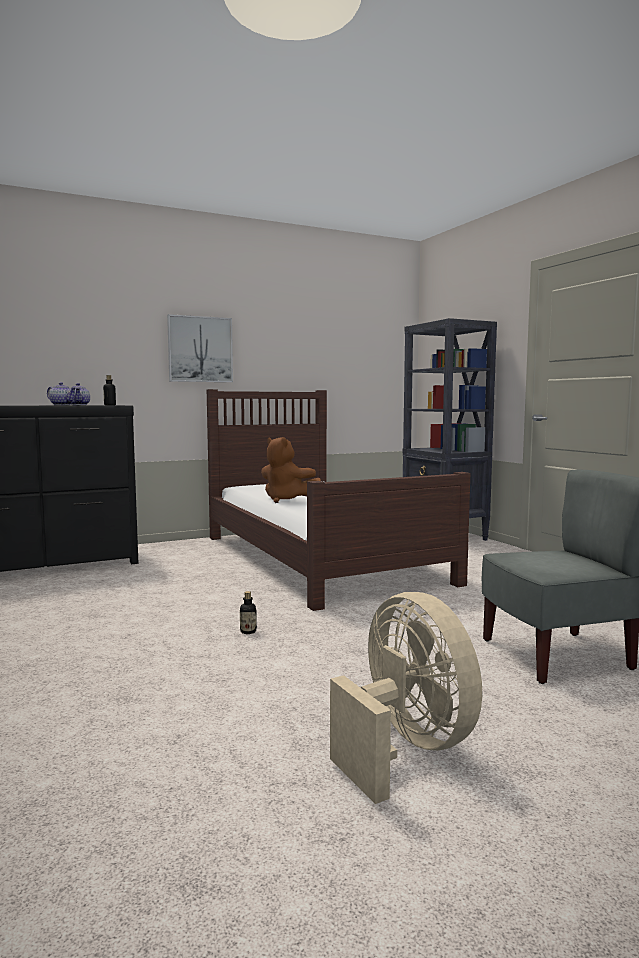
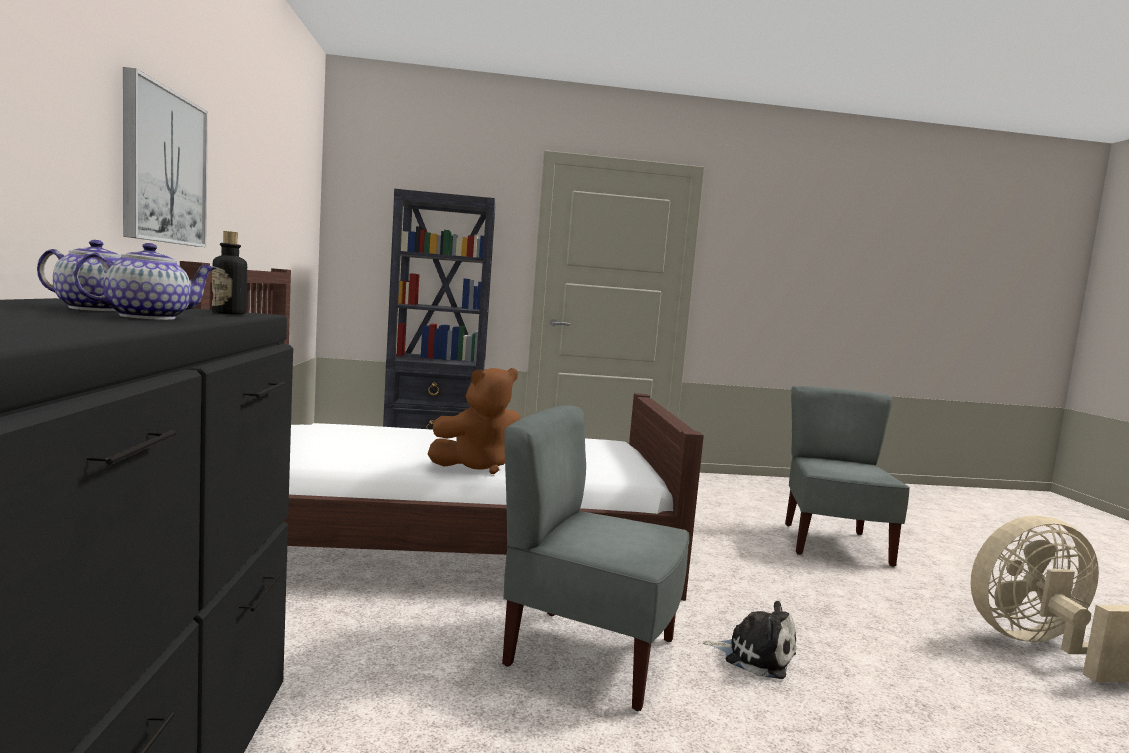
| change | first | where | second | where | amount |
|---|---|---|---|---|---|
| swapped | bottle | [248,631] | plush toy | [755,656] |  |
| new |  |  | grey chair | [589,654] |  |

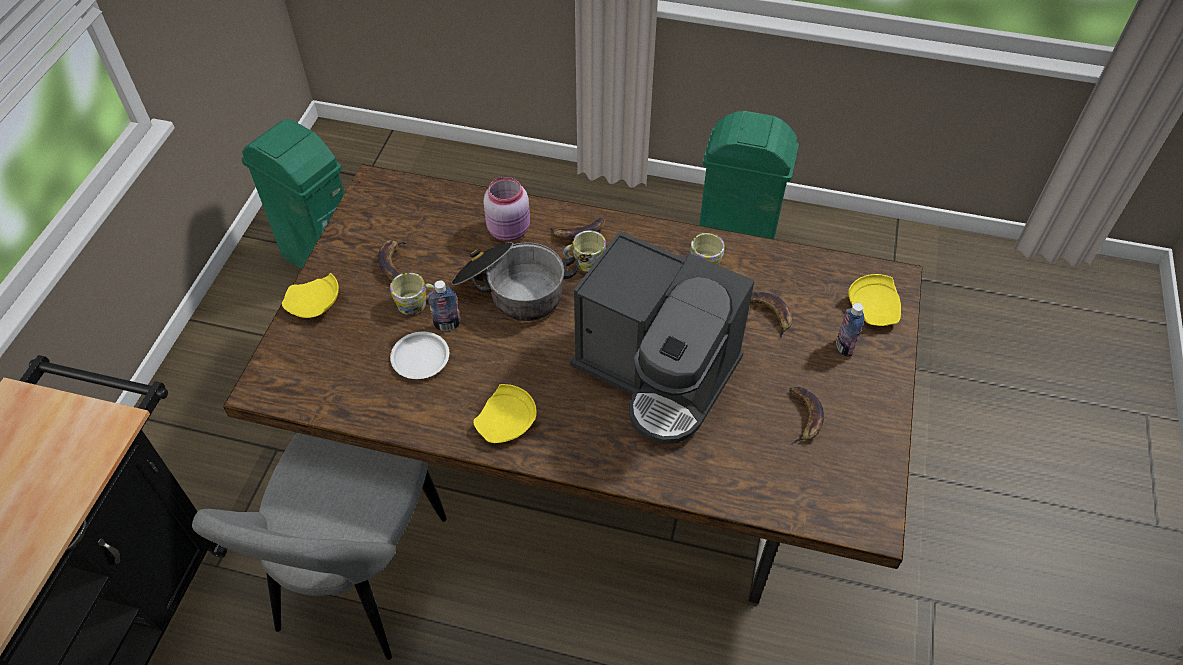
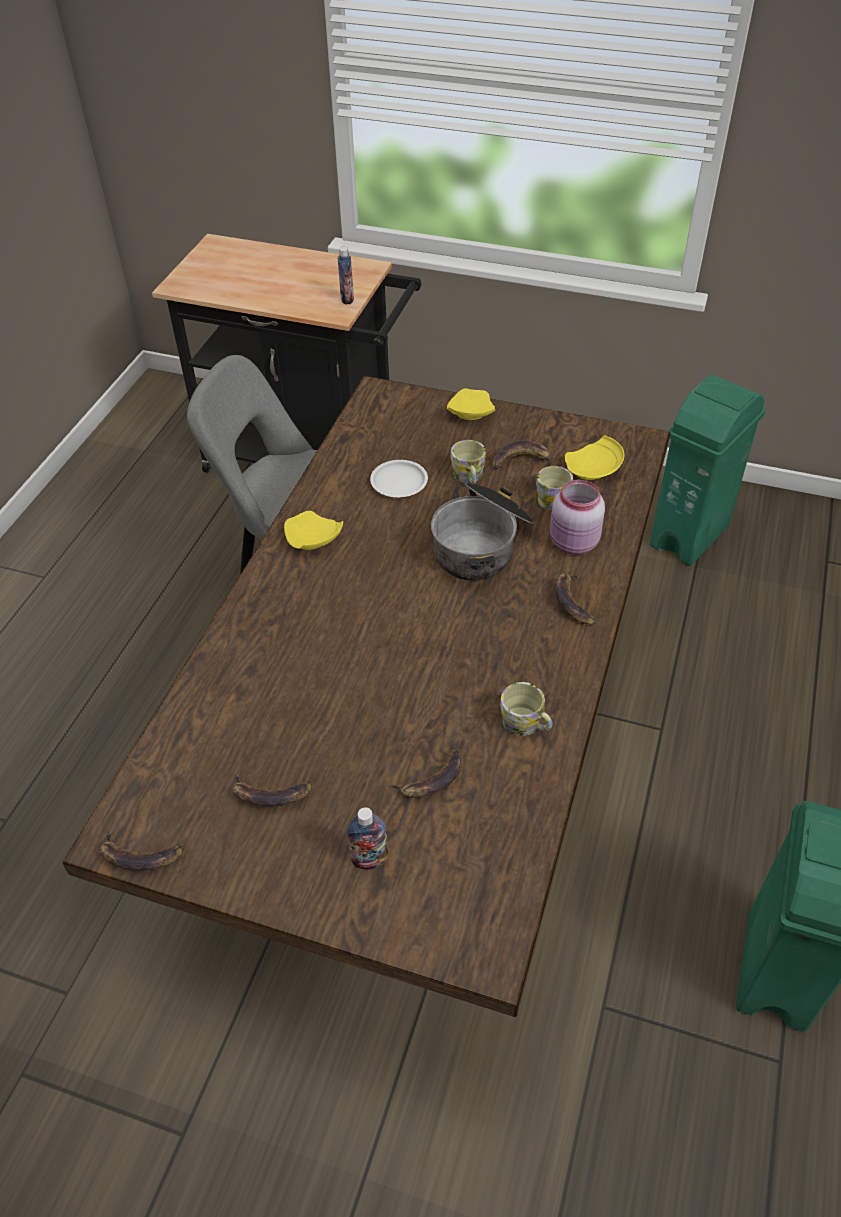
| change | first | where | second | where | amount |
|---|---|---|---|---|---|
| shifted | mug | [584,262] |  | [552,497] |  |
| gone | coffee machine | [657,373] |  |  |  |
| shifted | yellow plate | [874,309] |  | [594,469] |  |
| shifted | bottle | [447,325] |  | [347,299] |  |
| new |  |  | banana | [139,856] |  |

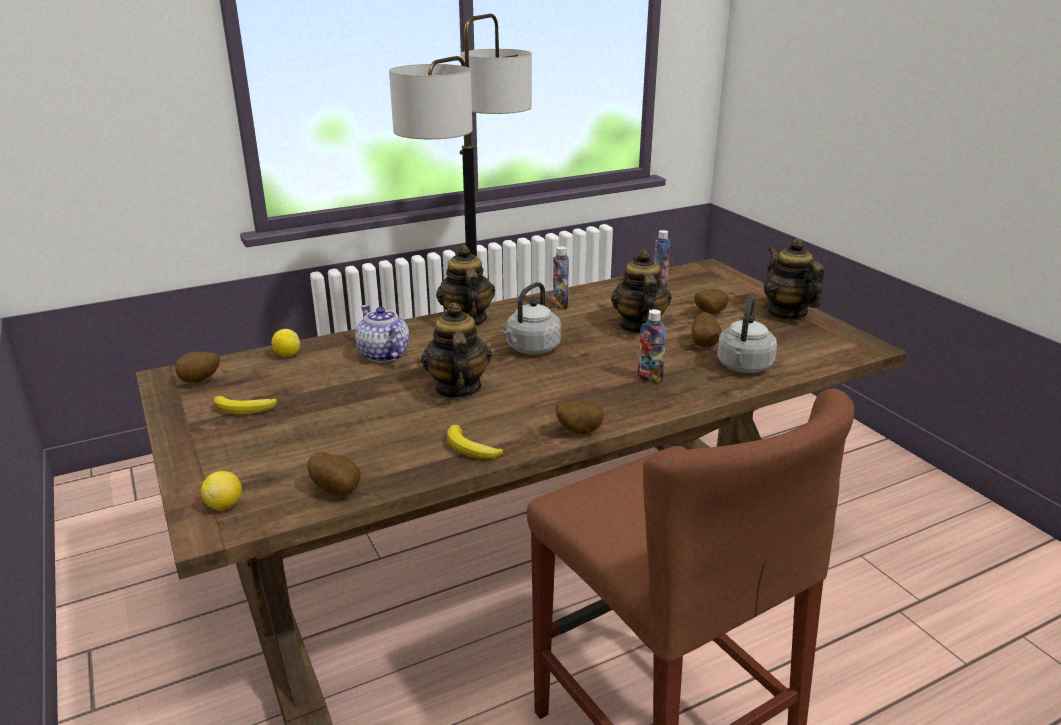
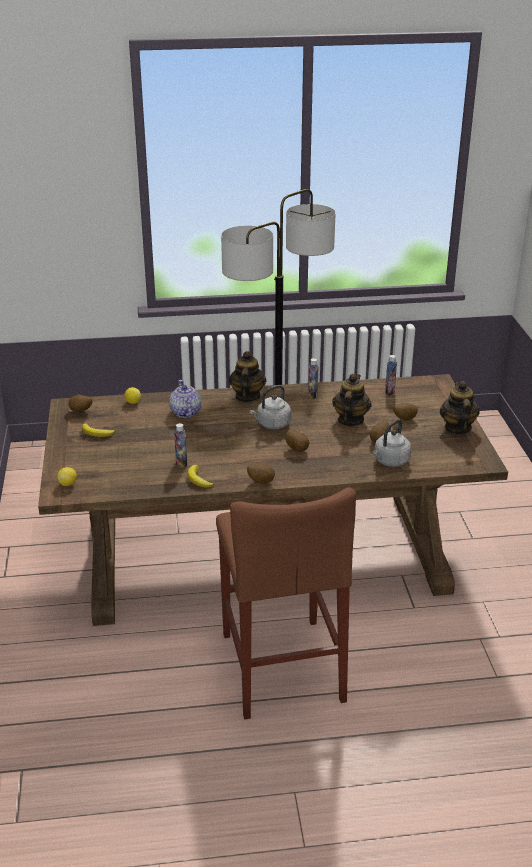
| change | first | where | second | where | amount |
|---|---|---|---|---|---|
| gone | teapot | [457,388] |  |  |  |
| shifted | bottle | [649,378] |  | [181,463] |  |
| shifted | potato | [338,490] |  | [297,449] |  |

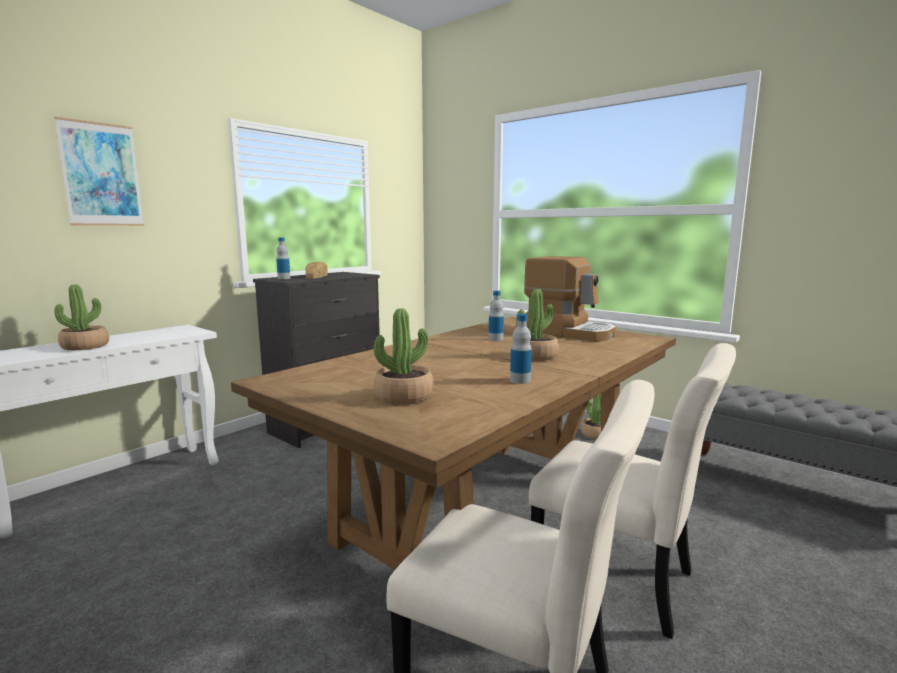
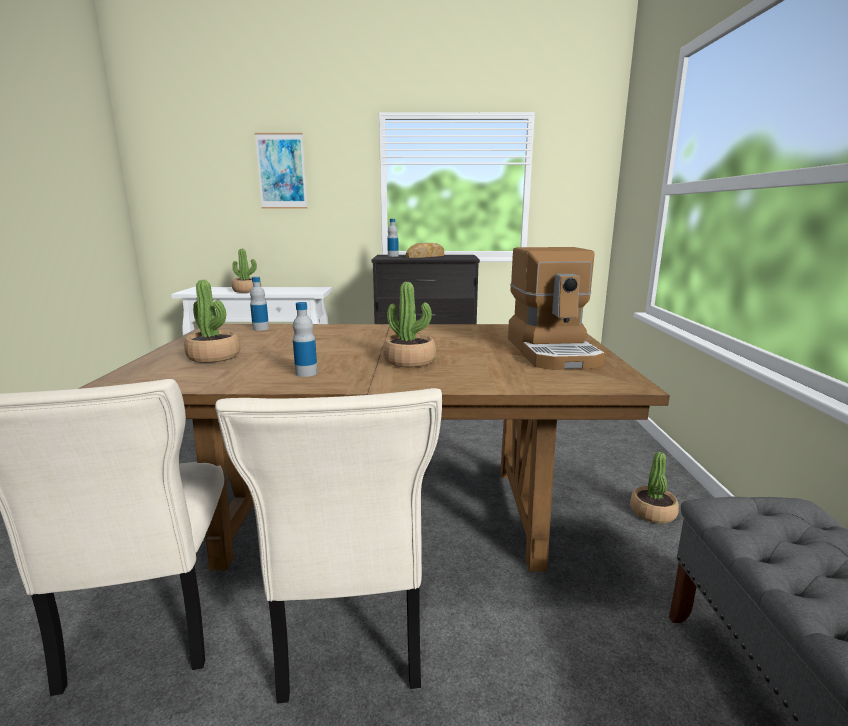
| change | first | where | second | where | amount |
|---|---|---|---|---|---|
| shifted | bottle | [495,339] |  | [261,328] |  |

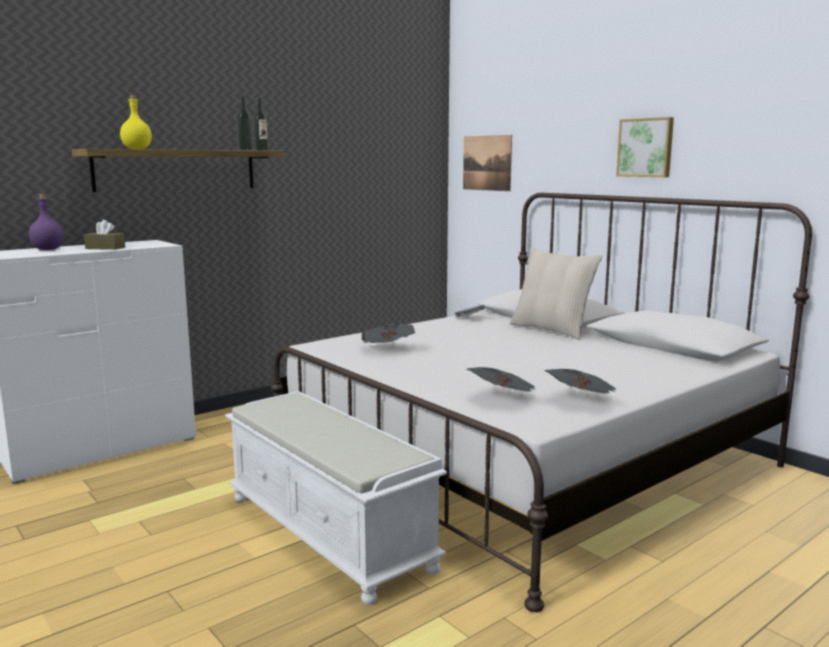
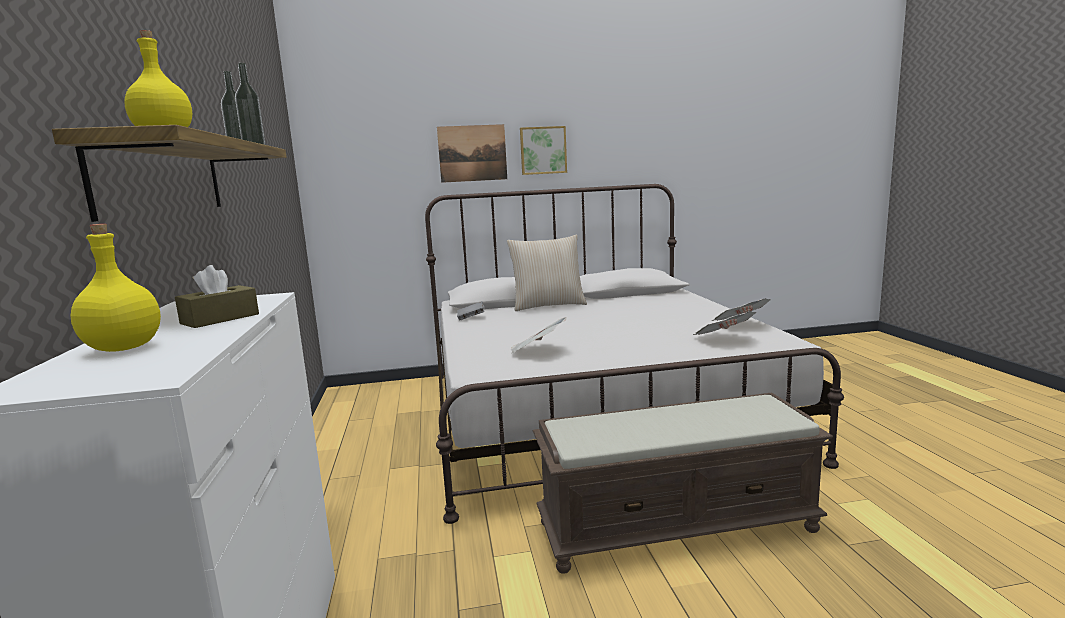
| change | first | where | second | where | amount |
|---|---|---|---|---|---|
| shifted | picture | [487,163] |  | [472,153] |  |
| repainted | purple bottle | [48,249] | yellow bottle | [125,348] |  |
| repainted | white bench | [330,532] | brown bench | [677,525] |  |

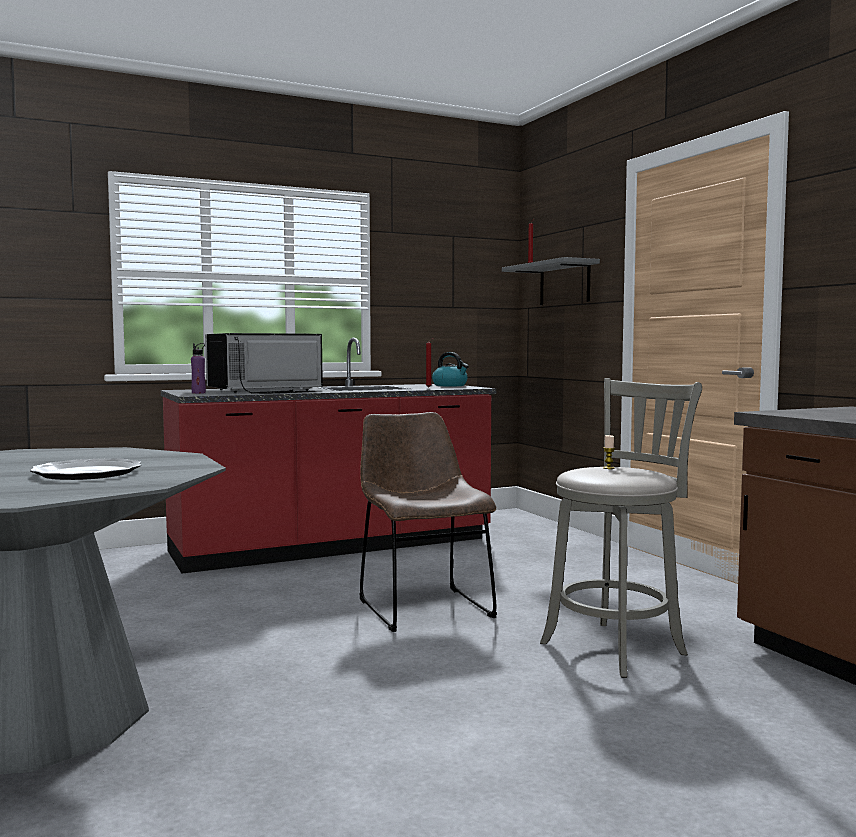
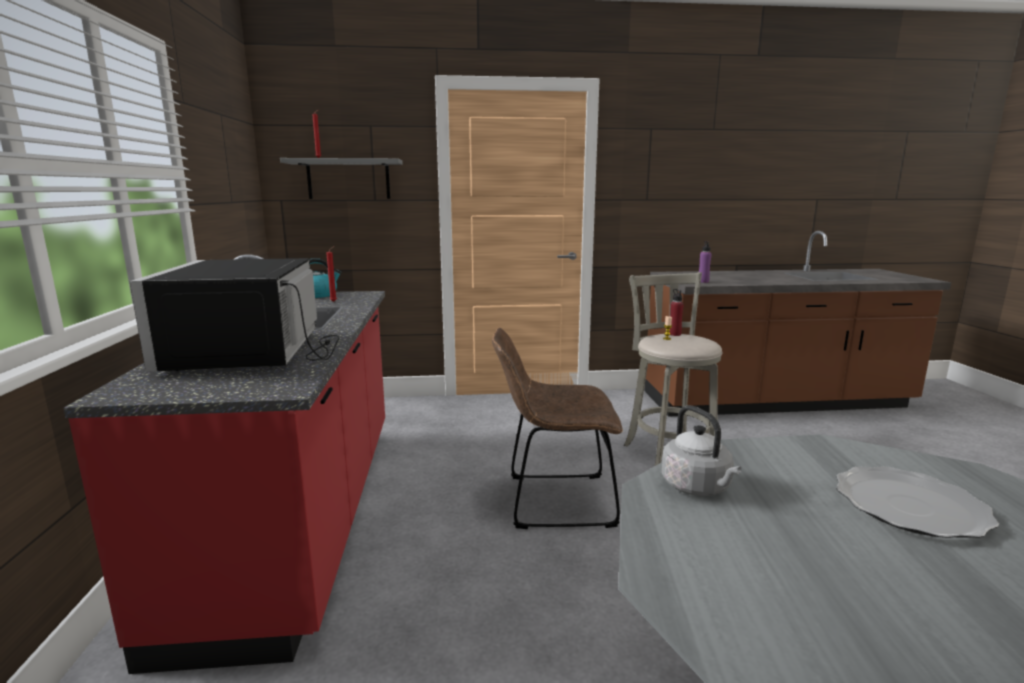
| change | first | where | second | where | amount |
|---|---|---|---|---|---|
| shifted | purple bottle | [198,393] |  | [703,281] |  |
| new |  |  | red bottle | [674,334] |  |
| new |  |  | grey kettle | [698,488] |  |

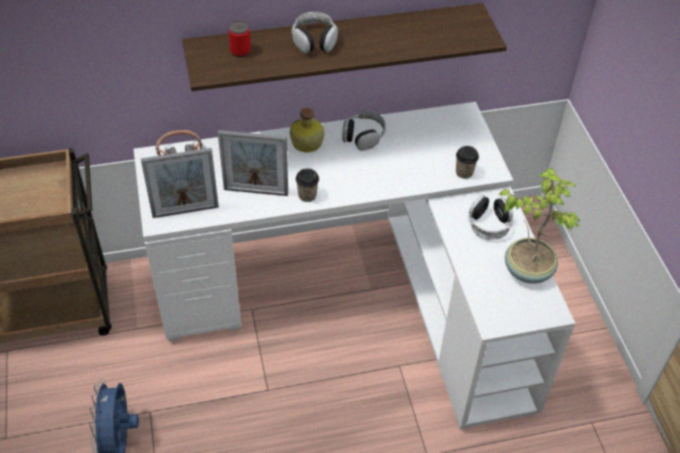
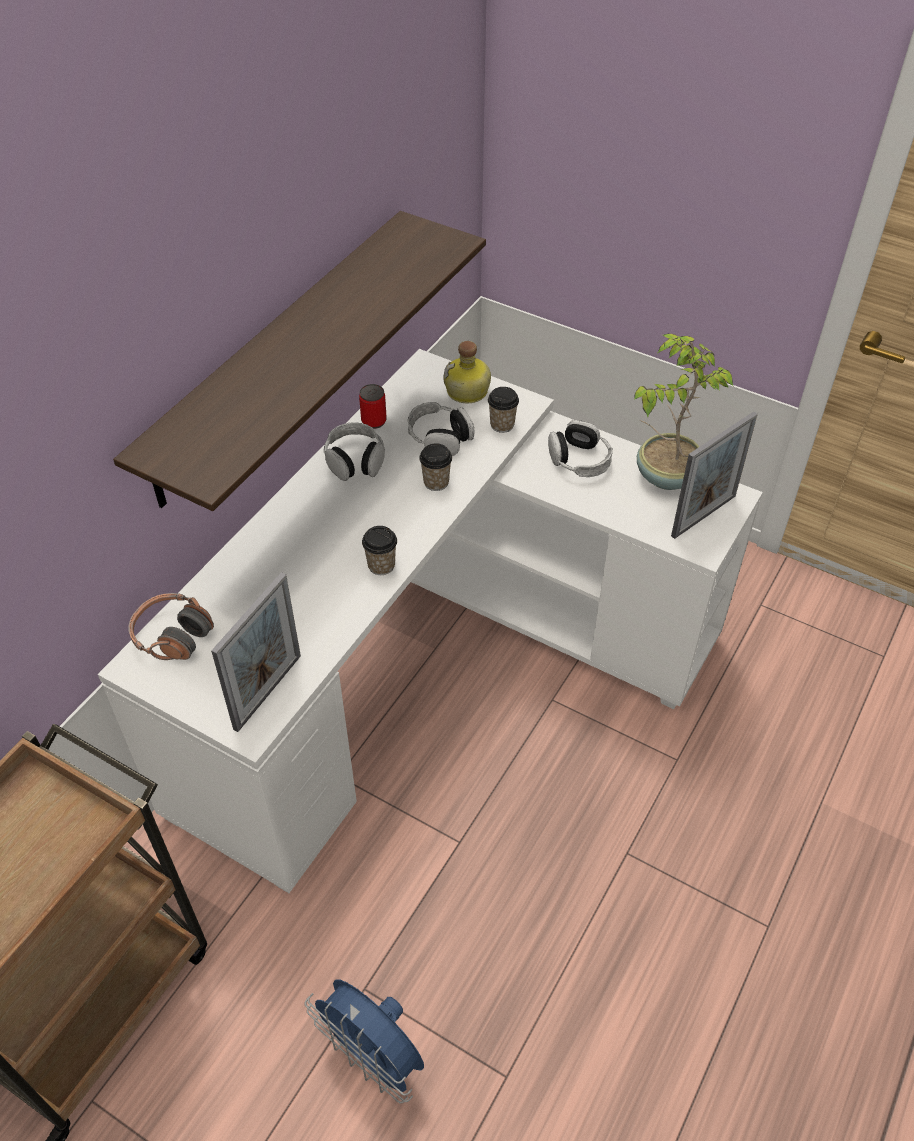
| change | first | where | second | where | amount |
|---|---|---|---|---|---|
| shifted | headphones | [314,40] |  | [439,437] |  |
| shifted | can | [240,51] |  | [374,421] |  |
| shifted | bottle | [306,143] |  | [468,392] |  |
| shifted | picture frame | [256,191] |  | [703,516] |  |
| new |  |  | cup | [436,482] |  |

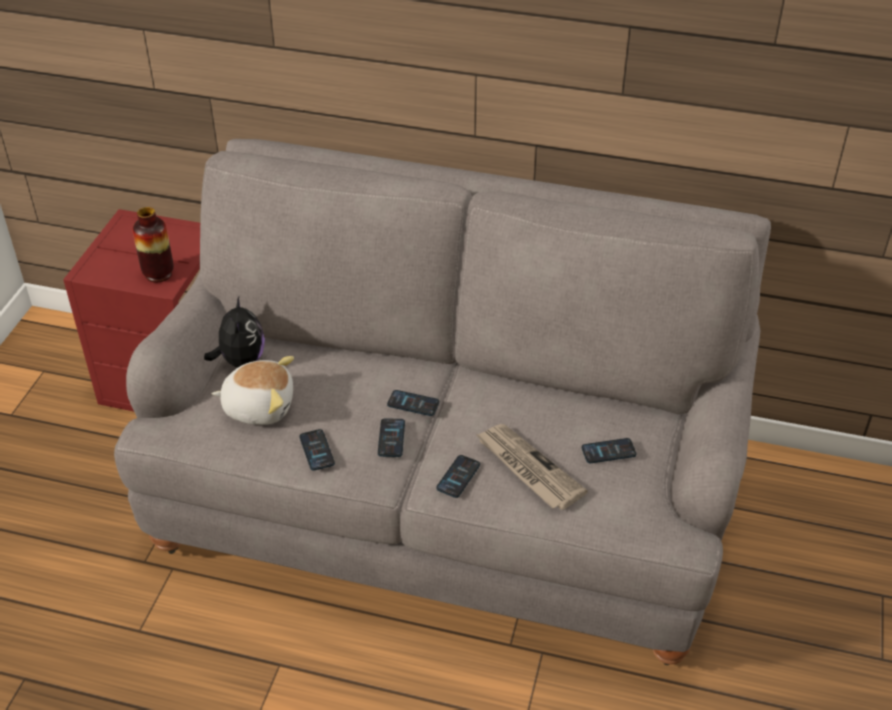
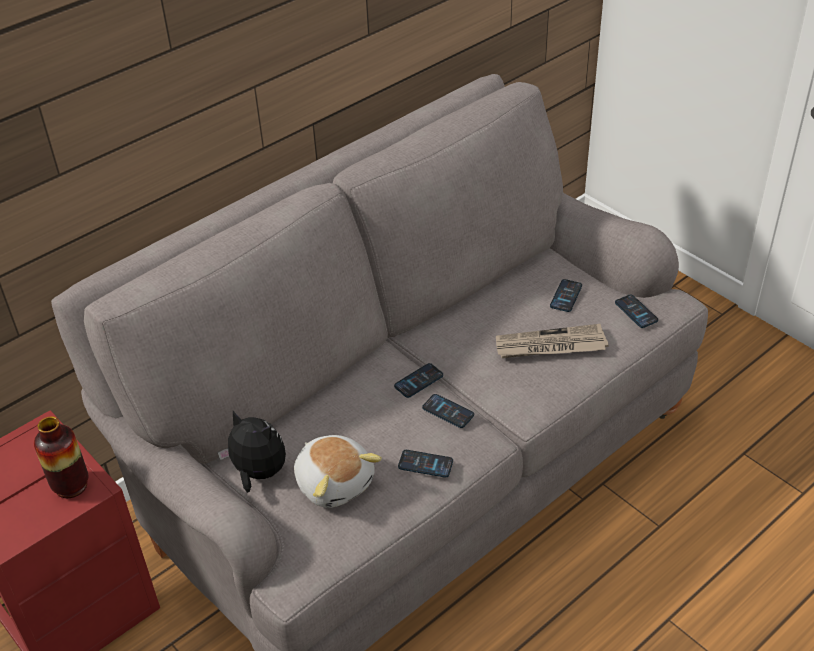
| change | first | where | second | where | amount |
|---|---|---|---|---|---|
| rotated | plush toy | [259,406] |  | [335,482] | 105 degrees clockwise |
| shifted | phone | [458,477] |  | [636,312] |  |

